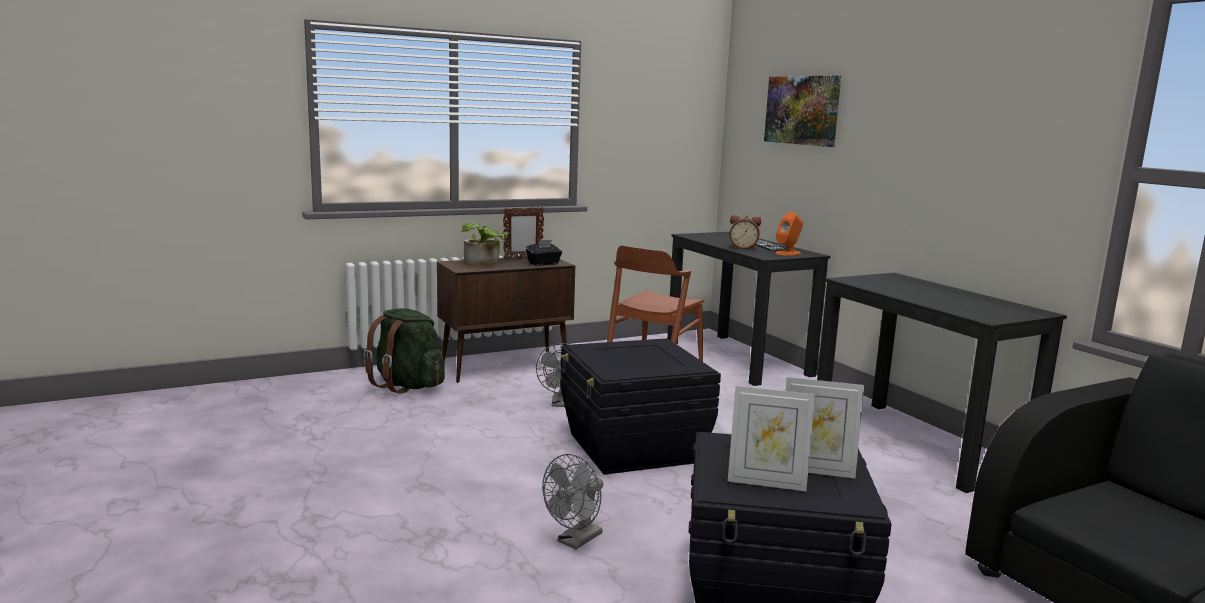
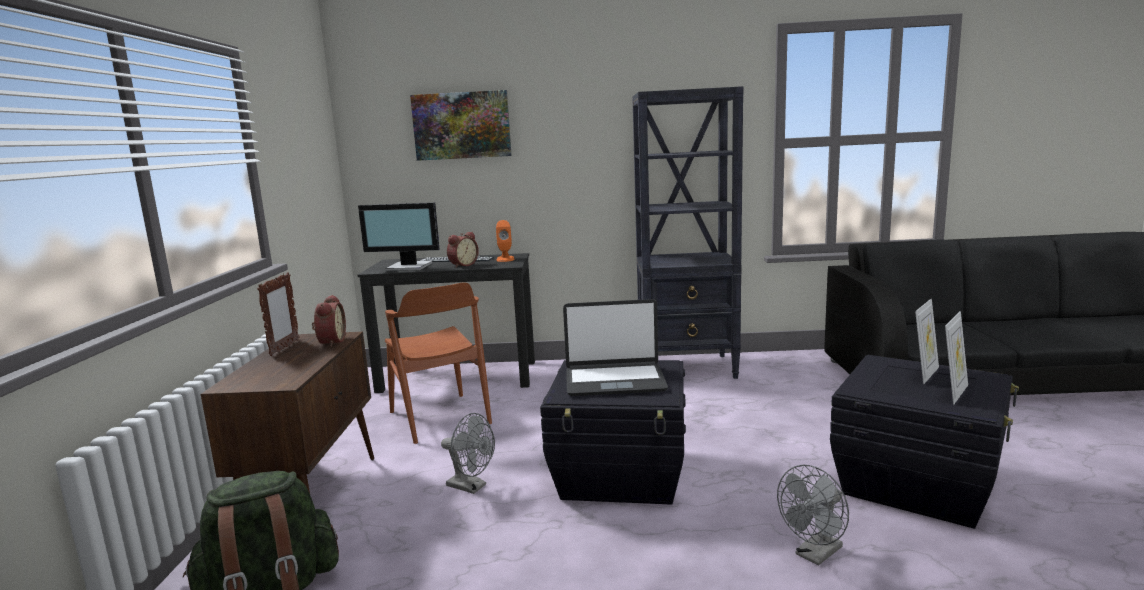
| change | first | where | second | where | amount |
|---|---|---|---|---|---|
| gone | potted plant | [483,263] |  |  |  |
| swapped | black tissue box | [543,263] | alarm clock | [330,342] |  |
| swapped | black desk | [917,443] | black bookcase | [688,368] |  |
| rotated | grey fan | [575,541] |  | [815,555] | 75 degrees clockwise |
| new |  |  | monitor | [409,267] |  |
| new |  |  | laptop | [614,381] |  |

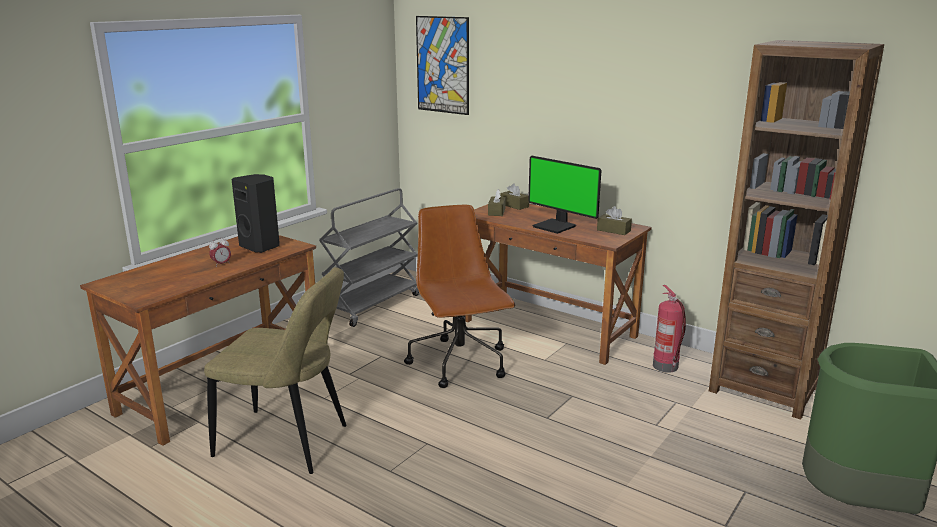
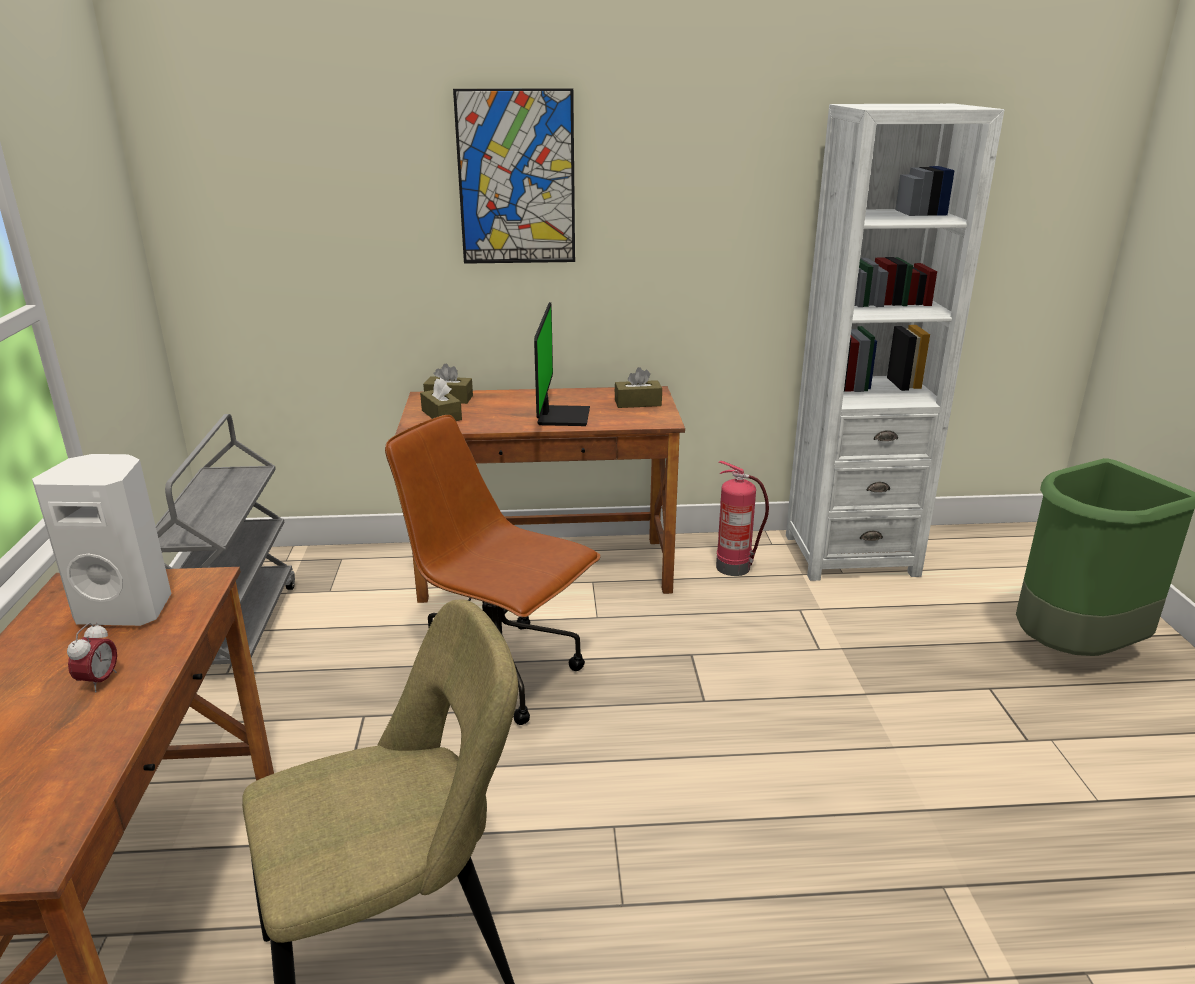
| change | first | where | second | where | amount |
|---|---|---|---|---|---|
| shifted | picture | [442,65] |  | [516,178] |  |
| repainted | brown bookcase | [764,389] | white bookcase | [850,555] |  |
| rotated | monitor | [556,226] |  | [560,416] | 90 degrees counterclockwise |
| repainted | black speaker | [261,246] | white speaker | [127,608] |  |

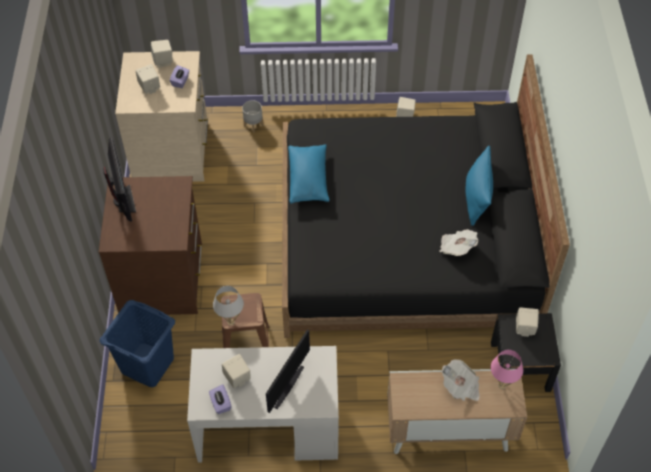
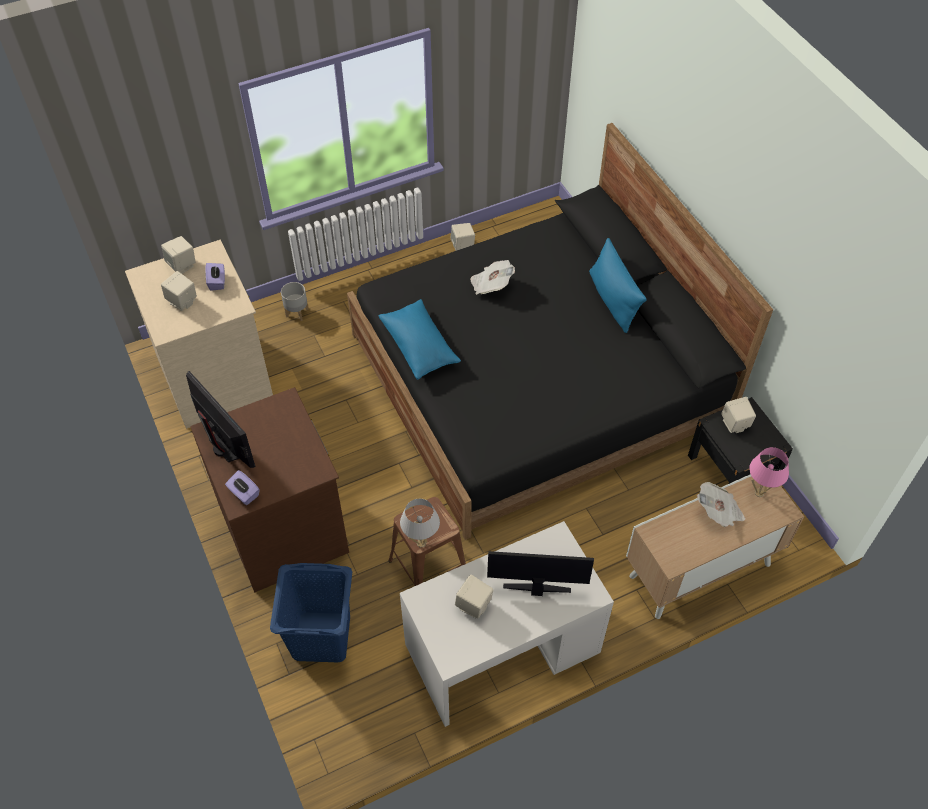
| change | first | where | second | where | amount |
|---|---|---|---|---|---|
| shifted | newspaper | [456,247] |  | [491,285] |  |
| rotated | monitor | [287,386] |  | [536,590] | 90 degrees counterclockwise |
| shifted | purple tissue box | [220,404] |  | [244,494] |  |

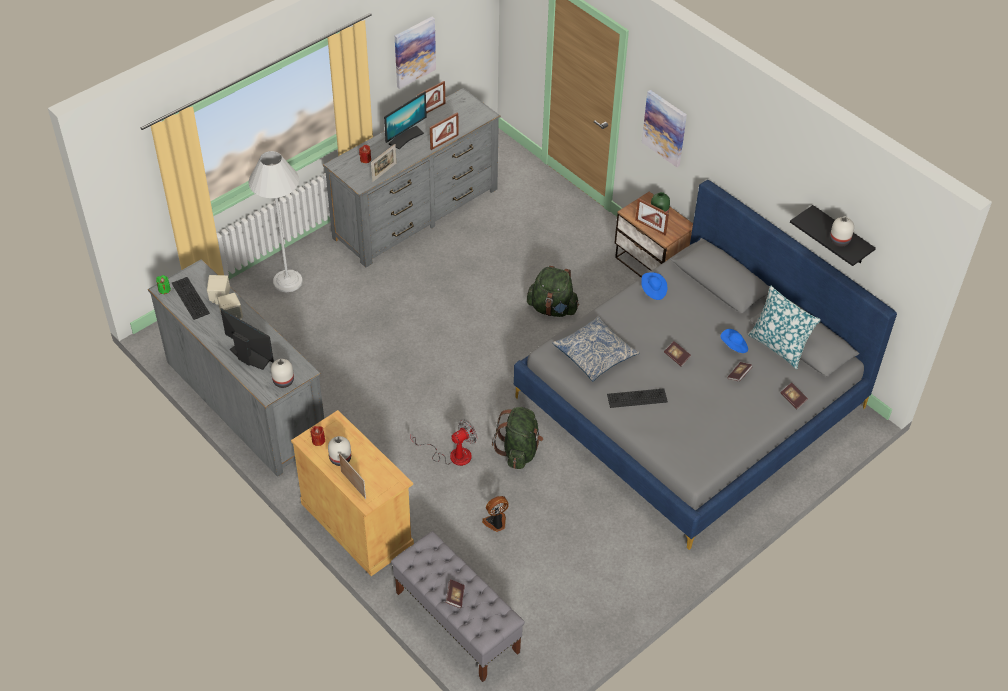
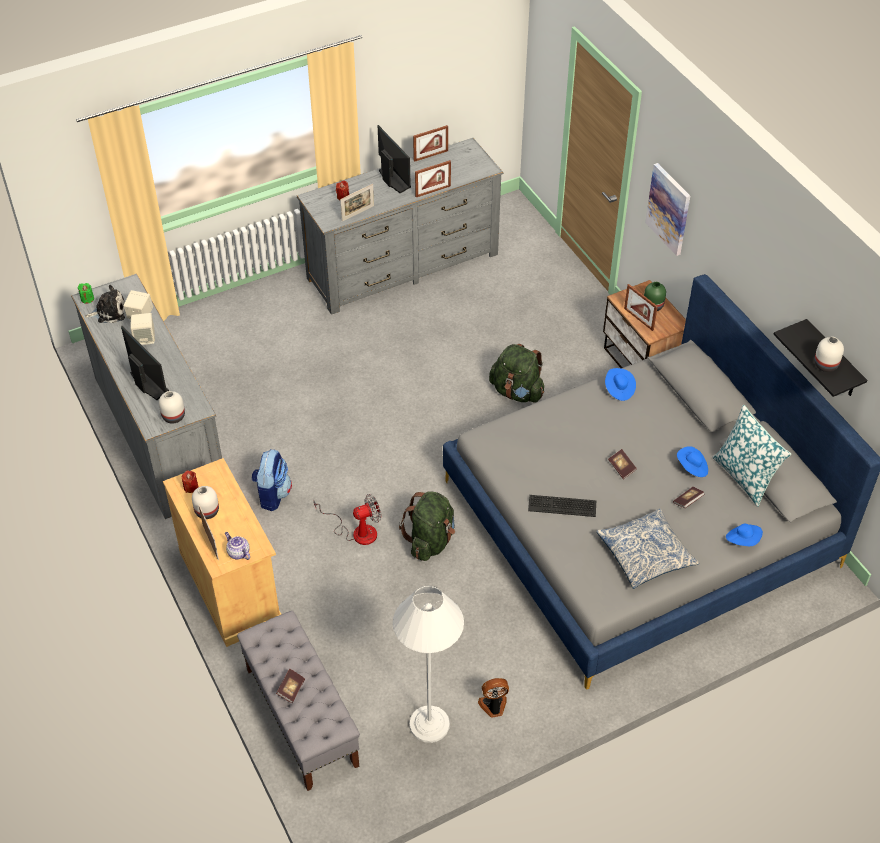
| change | first | where | second | where | amount |
|---|---|---|---|---|---|
| gone | picture | [414,52] |  |  |  |
| rotated | monitor | [405,137] |  | [393,180] | 90 degrees counterclockwise |
| shifted | white floor lamp | [287,281] |  | [429,724] |  |
| swapped | keyboard | [189,298] | plush toy | [109,312] |  |
| shifted | pillow | [594,354] |  | [645,554] |  |
| swapped | book | [793,399] | blue hat | [743,540] |  |
| shifted | fan | [496,523] |  | [493,706] |  |
| new |  |  | backpack | [272,494] |  |
| new |  |  | teapot | [238,553] |  |

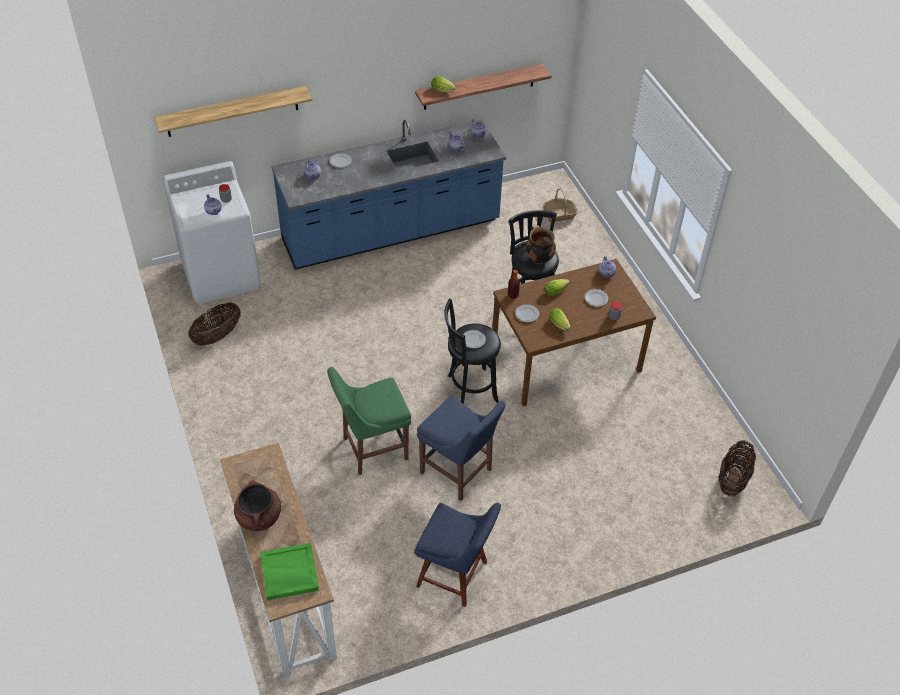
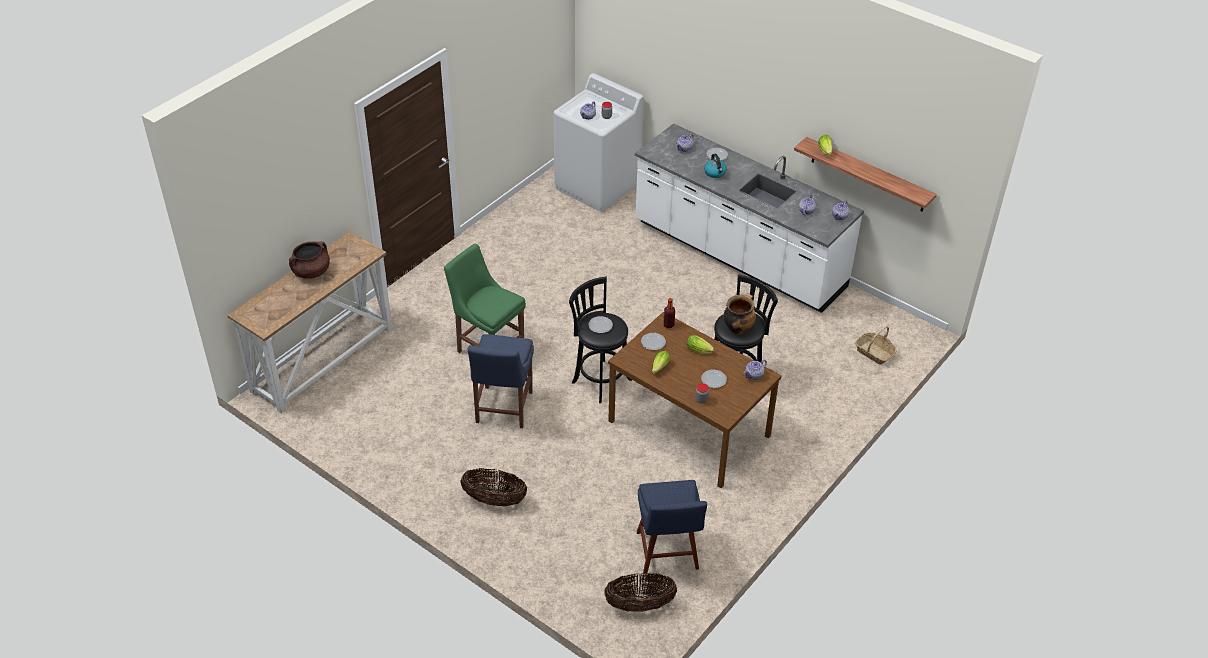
| change | first | where | second | where | amount |
|---|---|---|---|---|---|
| gone | shelf | [232,111] |  |  |  |
| repainted | blue counter | [391,232] | white counter | [738,256] |  |
| shifted | basket | [217,336] |  | [494,500] |  |
| shifted | blue chair | [455,575] |  | [668,553] |  |
| gone | green tray | [289,573] |  |  |  |
| new |  |  | kettle | [715,173] |  |

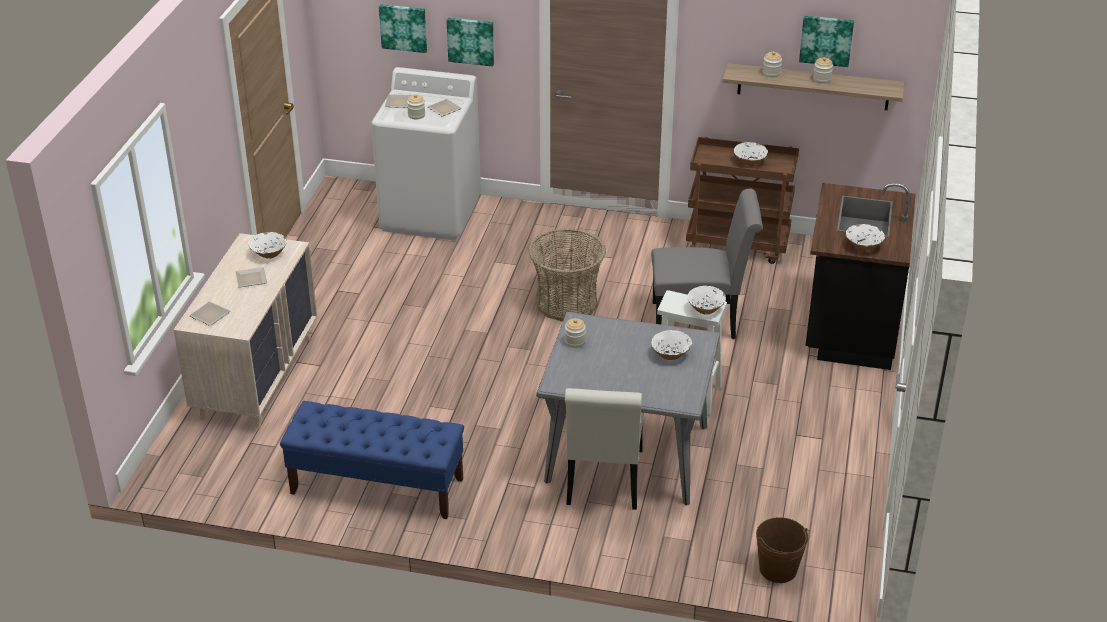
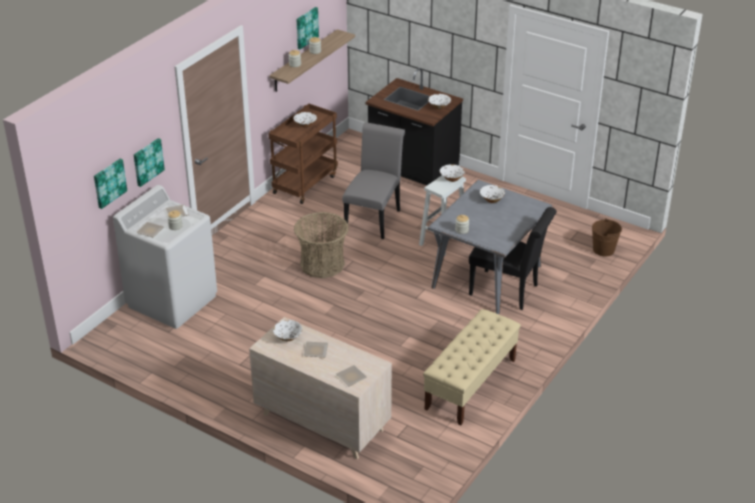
| change | first | where | second | where | amount |
|---|---|---|---|---|---|
| repainted | white chair | [604,482] | black chair | [508,291] |  |
| repainted | blue bench | [376,486] | beige bench | [470,384] |  |

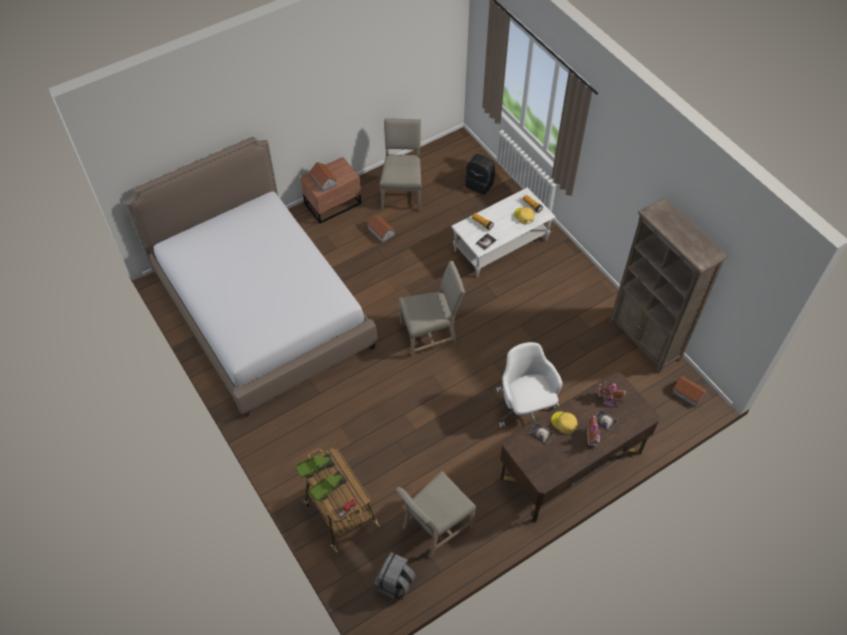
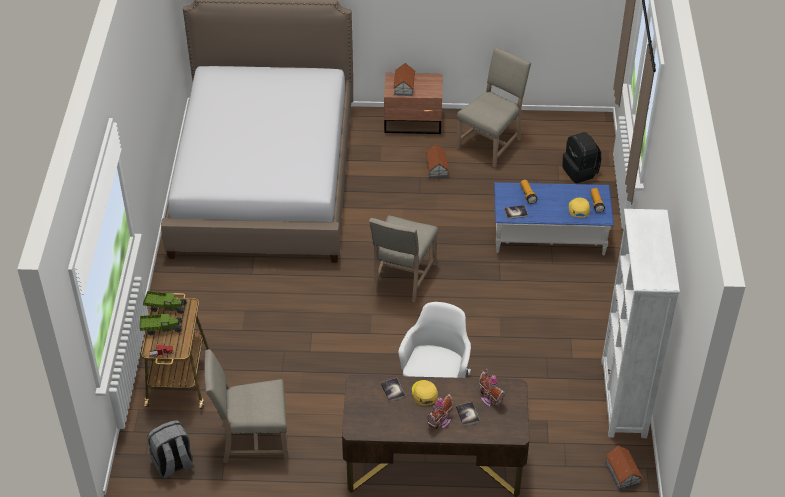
| change | first | where | second | where | amount |
|---|---|---|---|---|---|
| repainted | white coffee table | [500,245] | blue coffee table | [549,236] |  |
| repainted | brown bookcase | [645,340] | white bookcase | [623,399] |  |
| rotated | beige chair | [430,334] |  | [402,278] | 90 degrees clockwise |

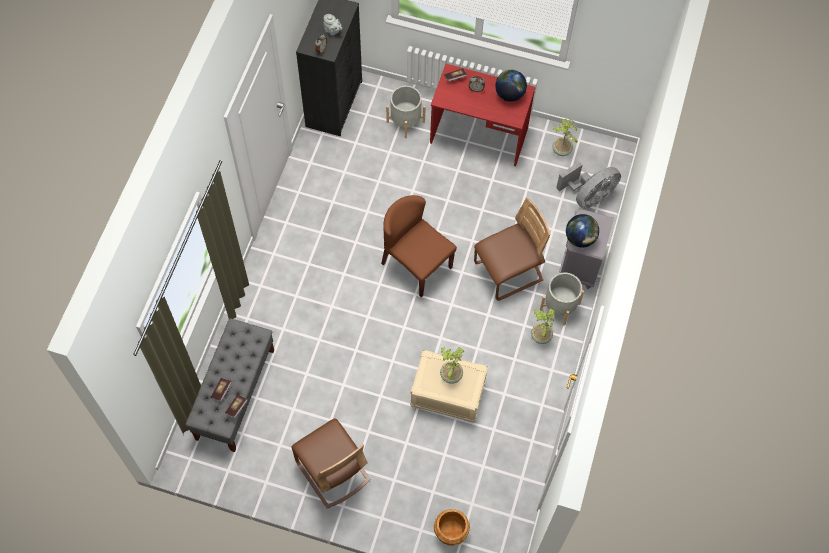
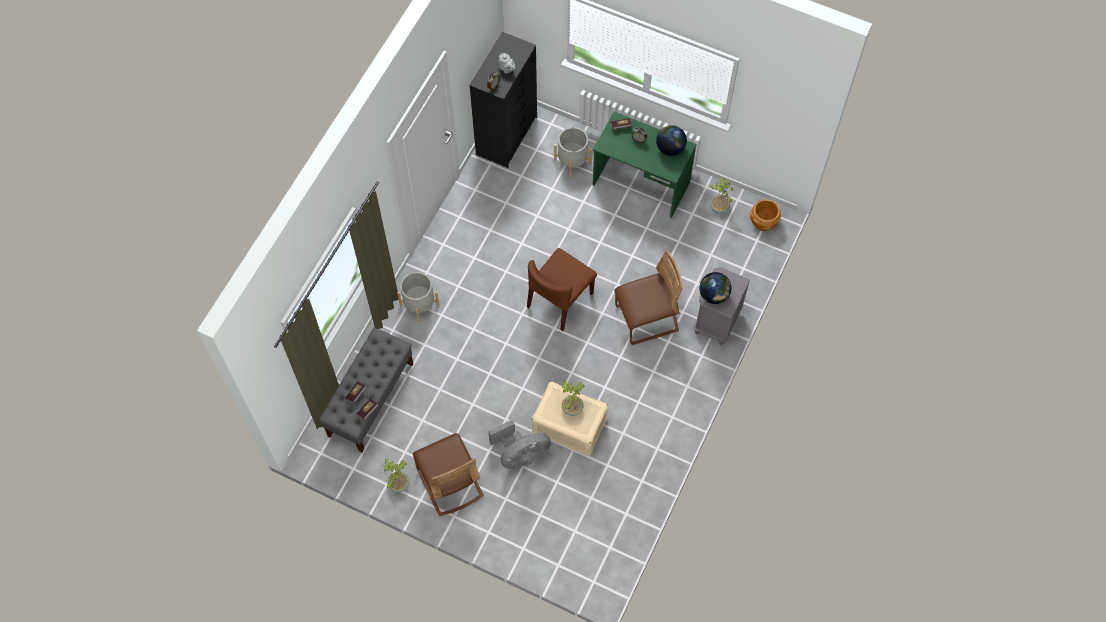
| change | first | where | second | where | amount |
|---|---|---|---|---|---|
| repainted | red desk | [479,137] | green desk | [641,184] |  |
| shifted | grey fan | [588,196] |  | [521,455] |  |
| rotated | brown chair | [416,265] |  | [560,300] | 105 degrees counterclockwise |
| shifted | grey planter | [559,306] |  | [419,305] |  |
| shifted | potted plant | [540,336] |  | [398,484] |  |
| shifted | brown planter | [450,532] |  | [763,222] |  |

